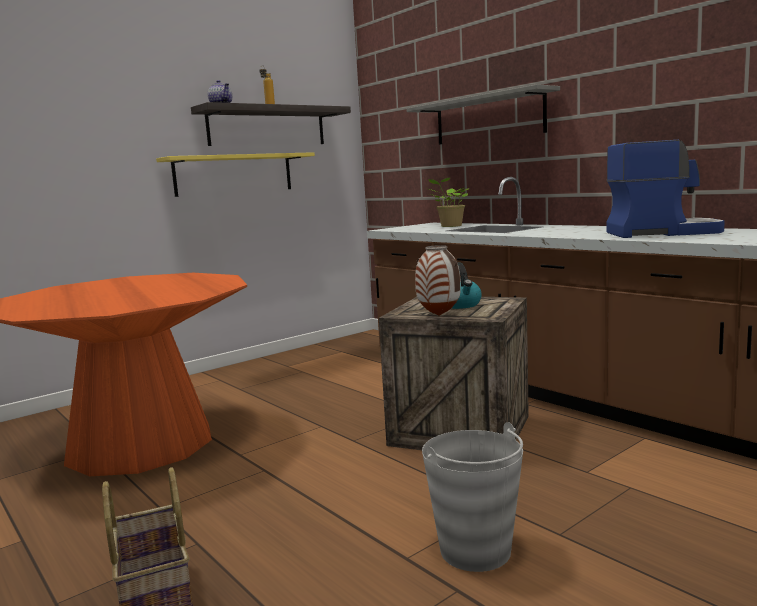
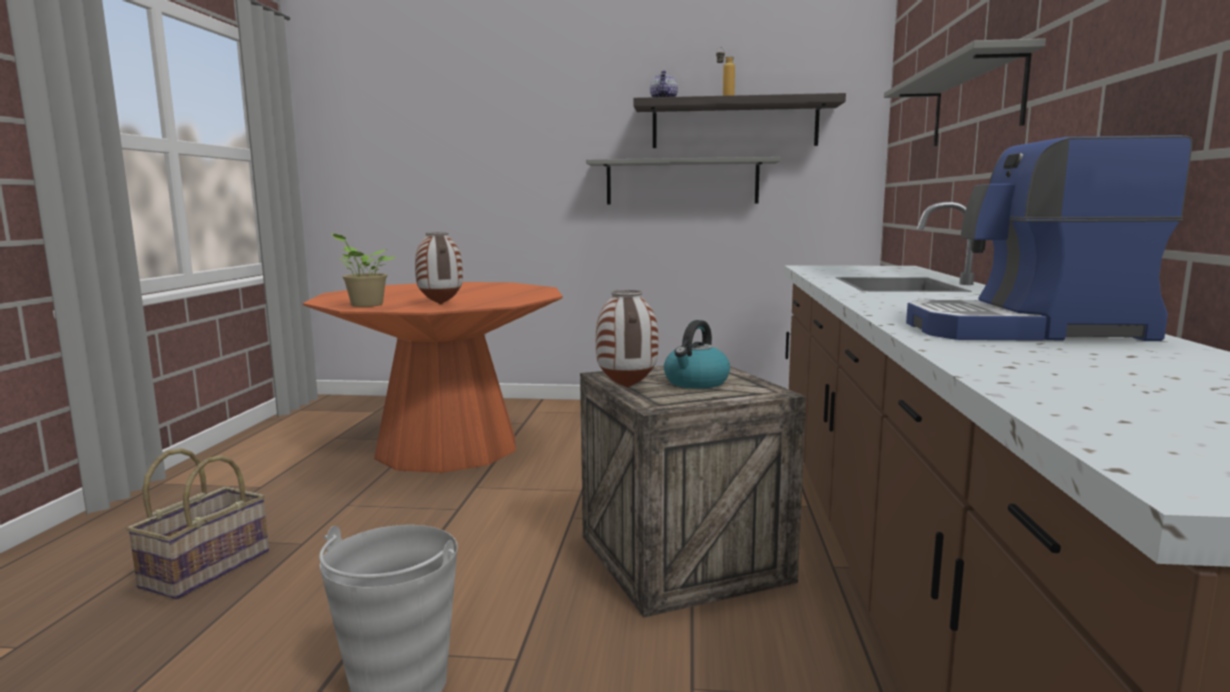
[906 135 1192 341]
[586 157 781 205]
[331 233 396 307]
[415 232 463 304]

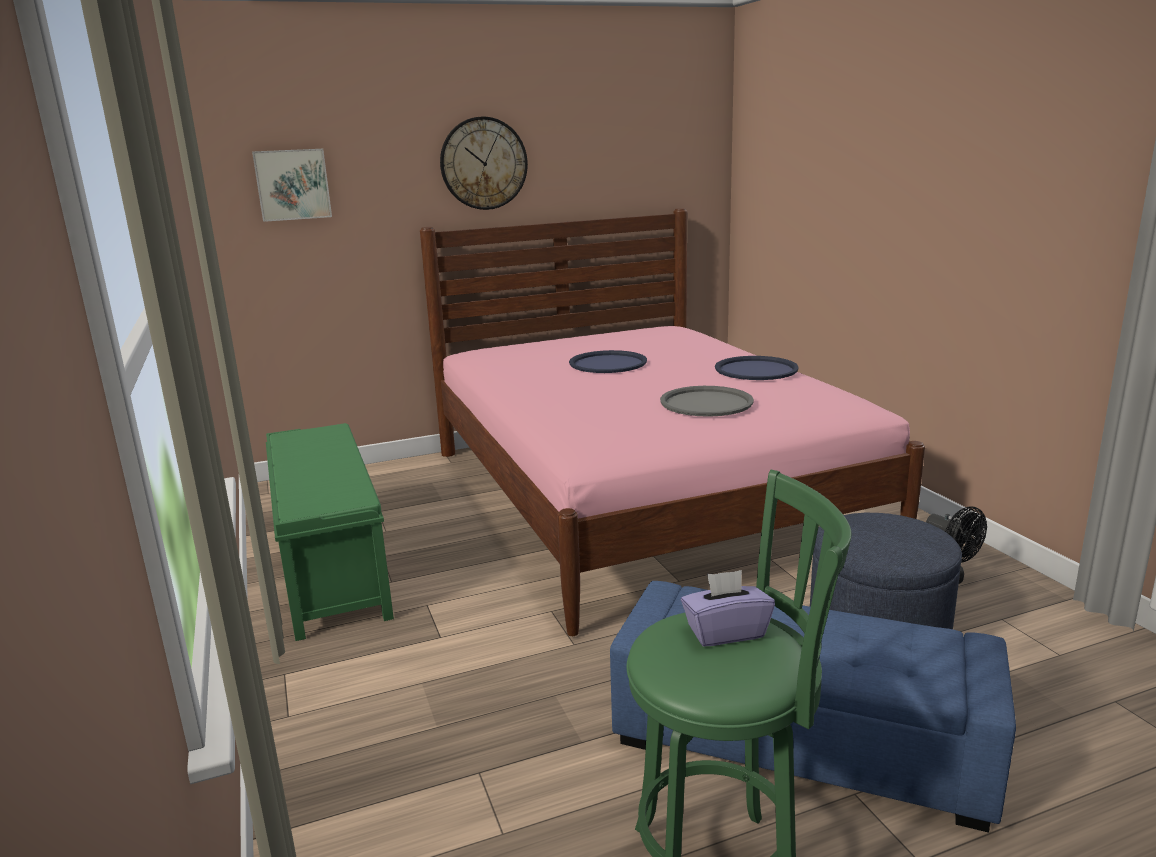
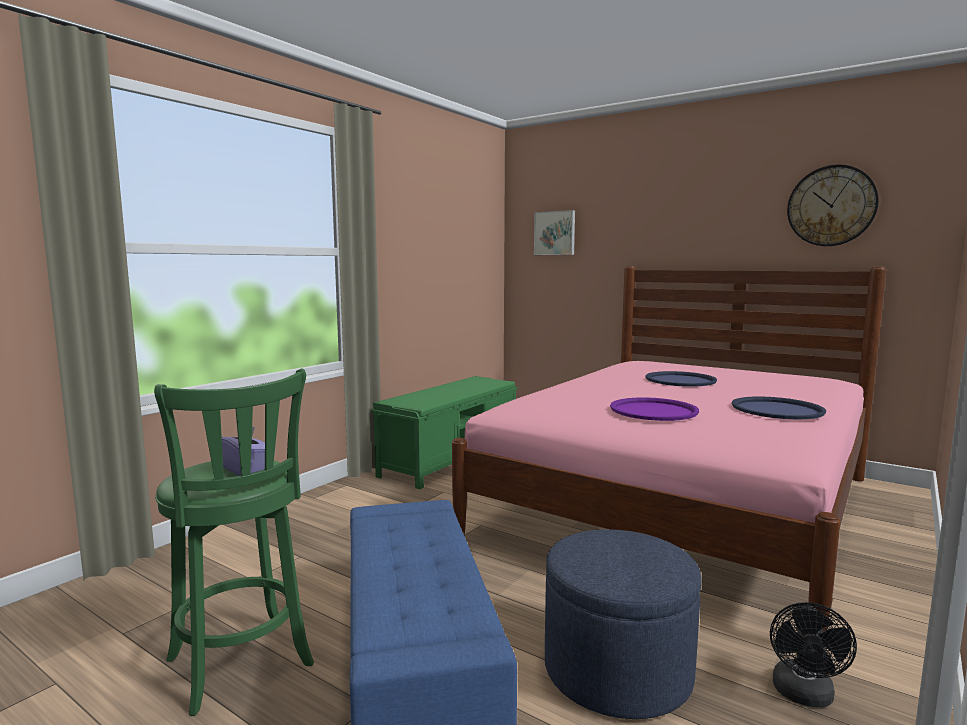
[787 164 879 246]
[610 397 699 421]

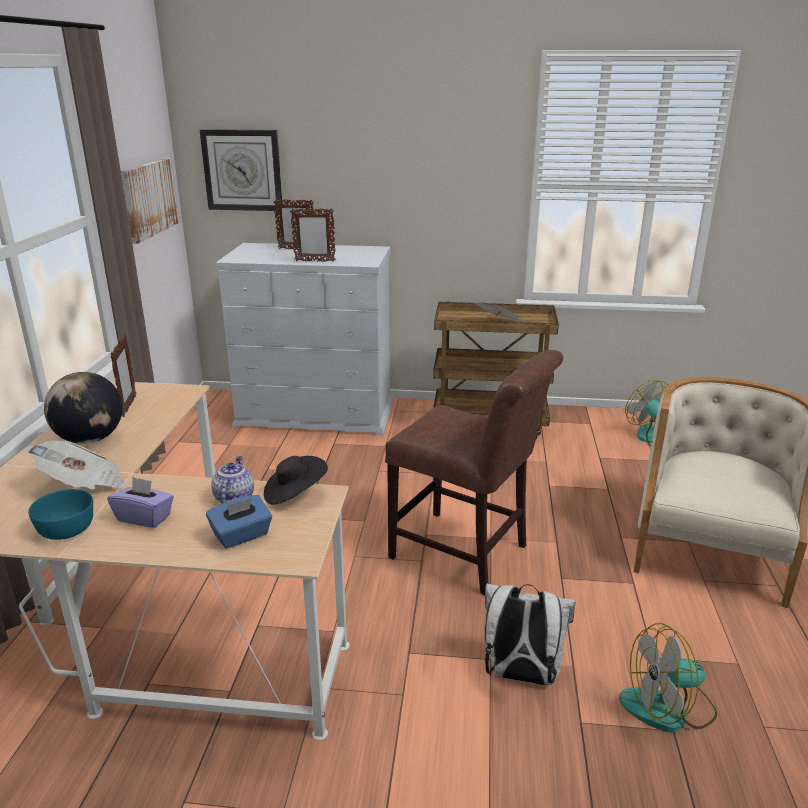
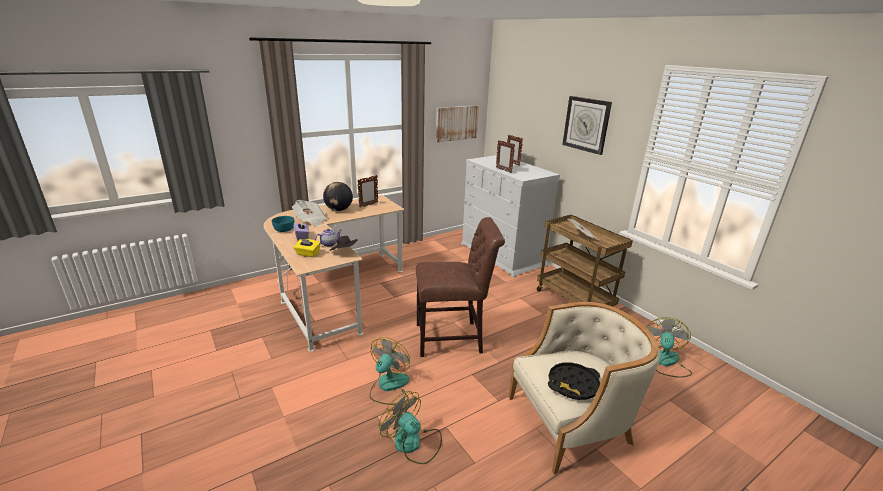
[562 96 612 155]
[416 217 505 357]
[294 238 320 257]
[370 337 410 405]
[548 362 600 400]

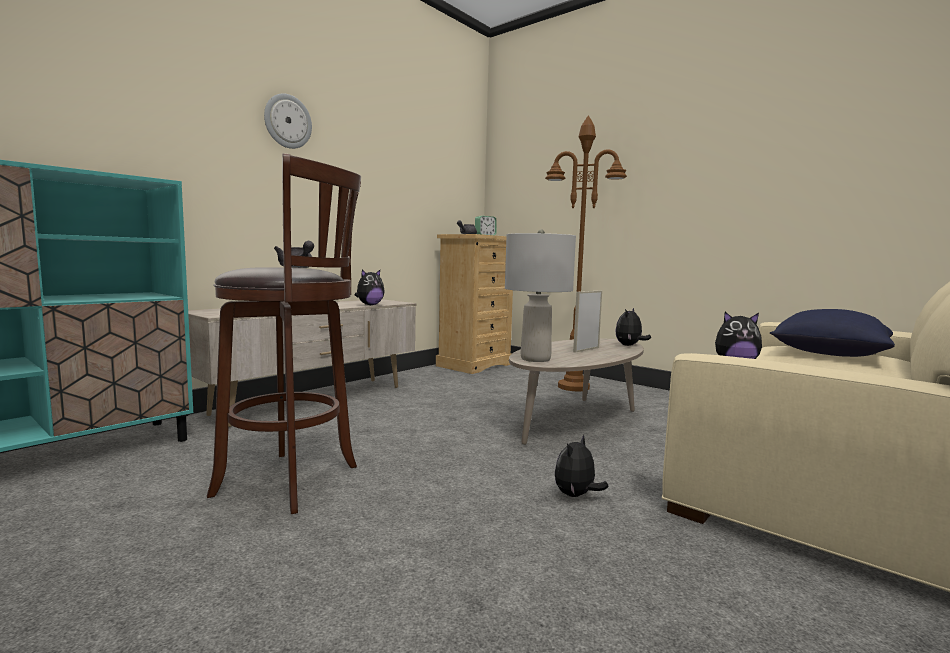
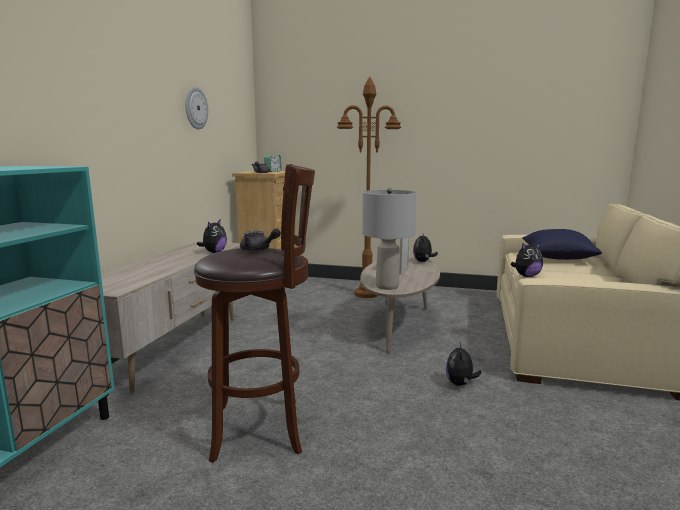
[185 87 208 129]

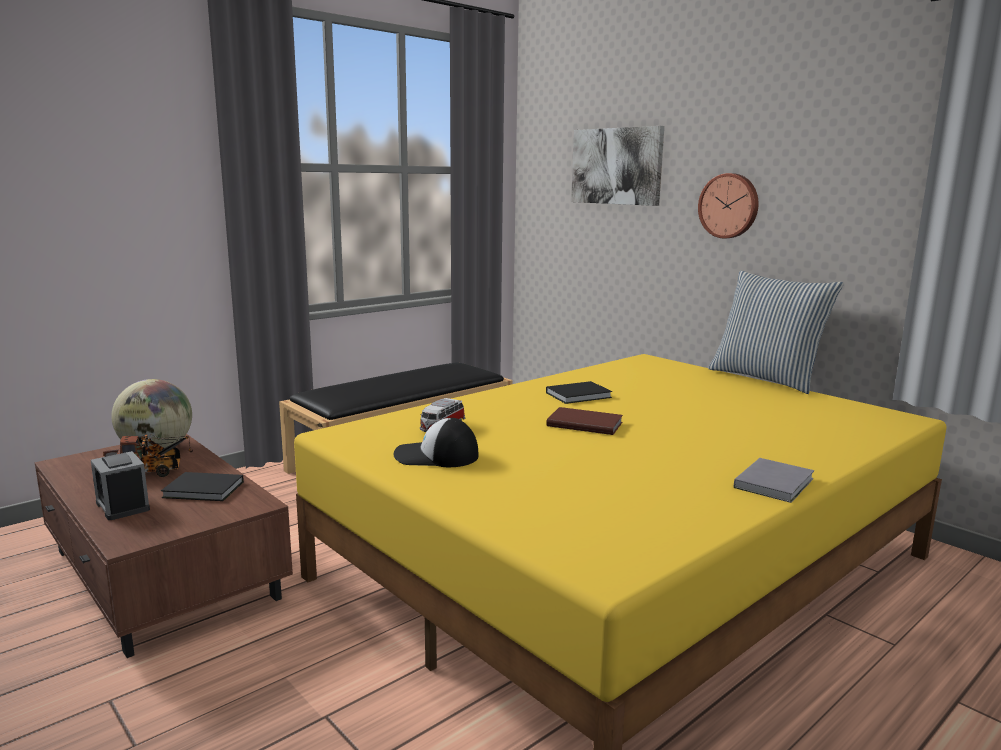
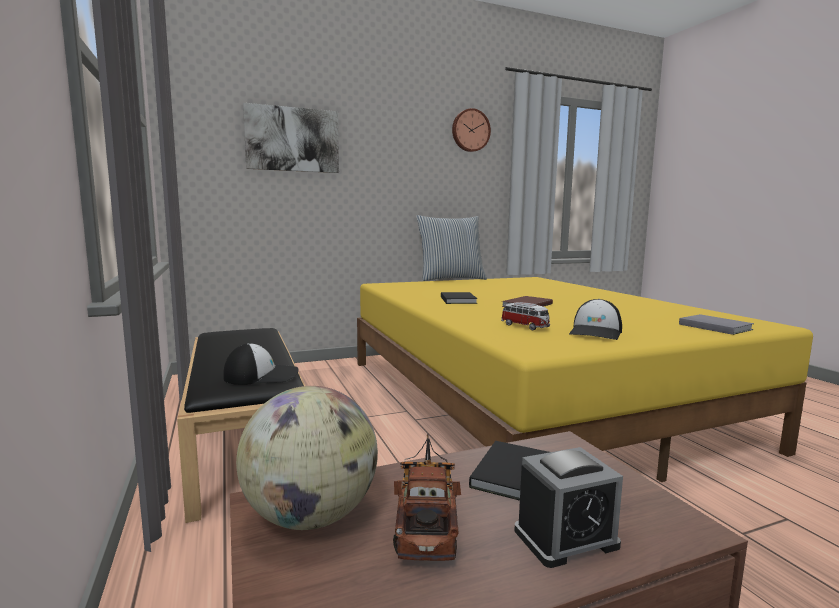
[452 108 491 152]
[679 314 754 335]
[223 343 298 385]

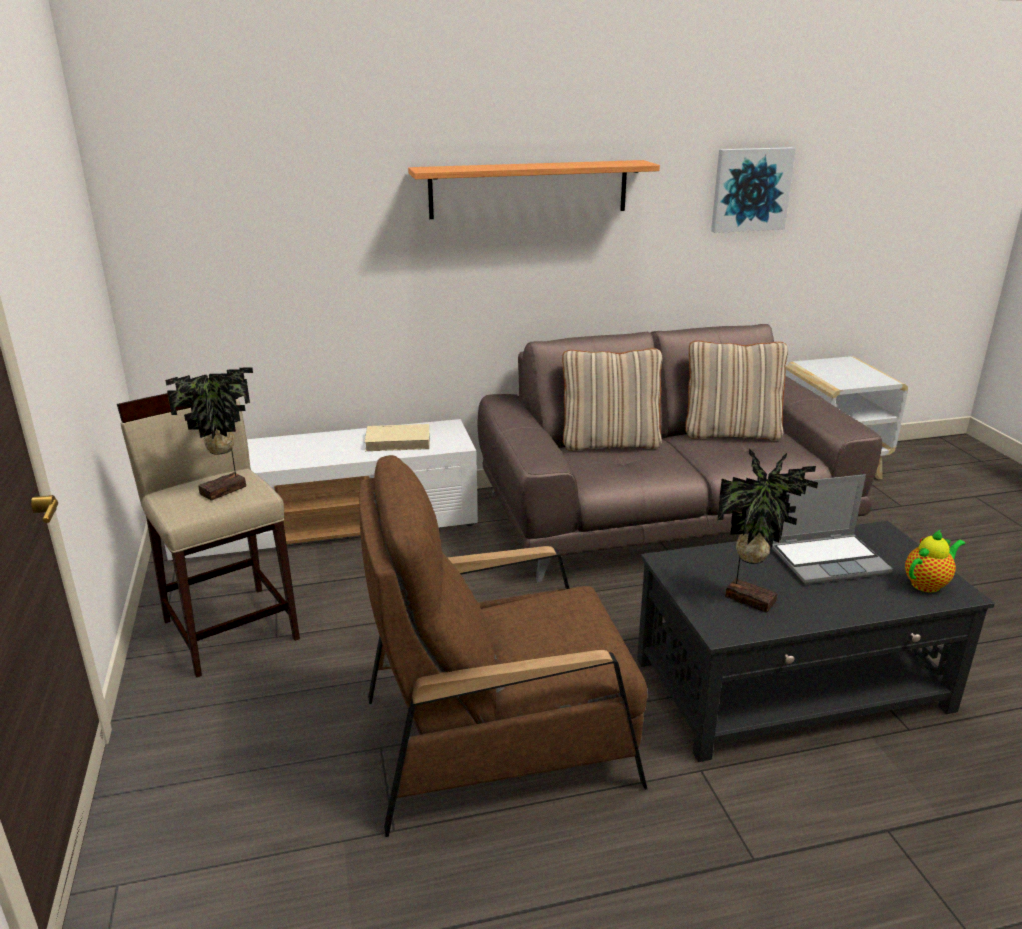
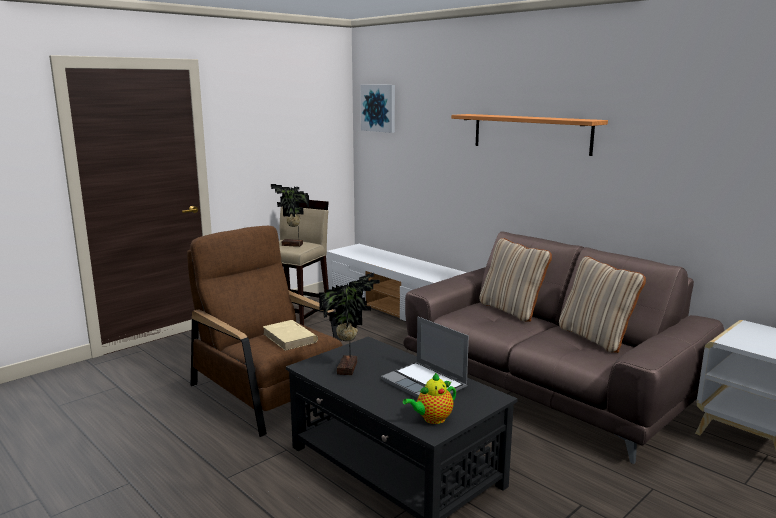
[361 85 395 133]
[263 320 318 351]
[403 373 456 424]

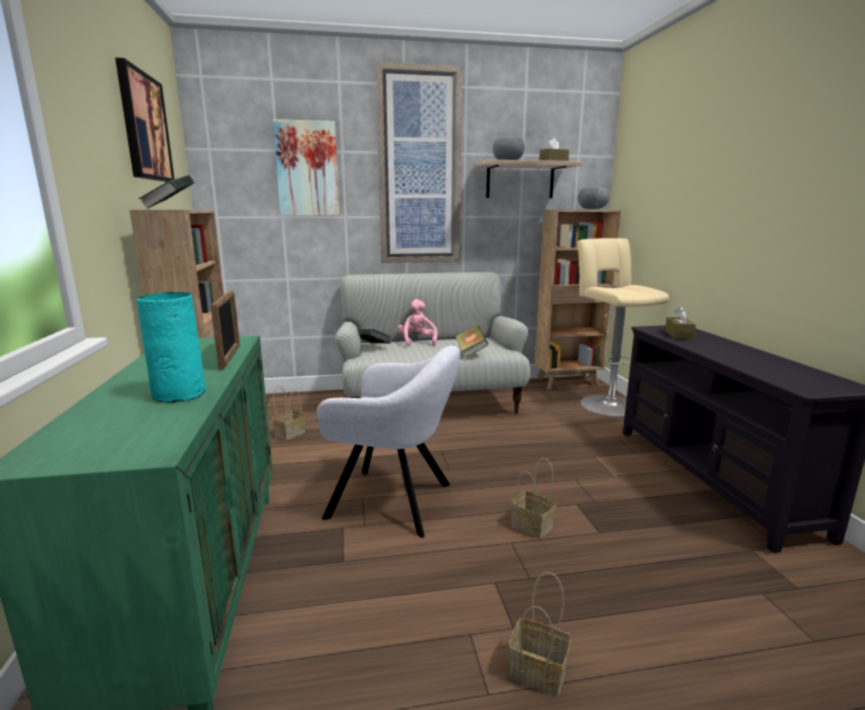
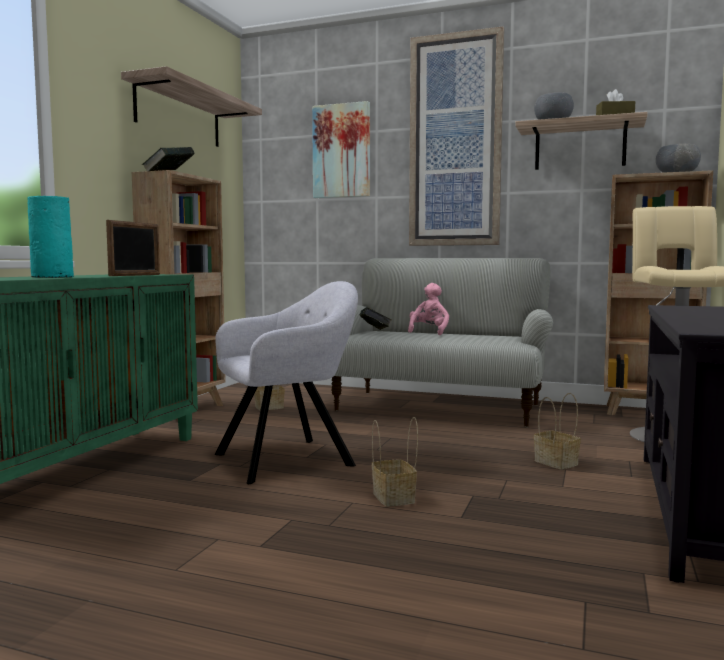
[121 66 262 147]
[665 306 696 339] (first image)
[455 325 489 358] (first image)
[215 281 358 484]
[534 393 581 470]

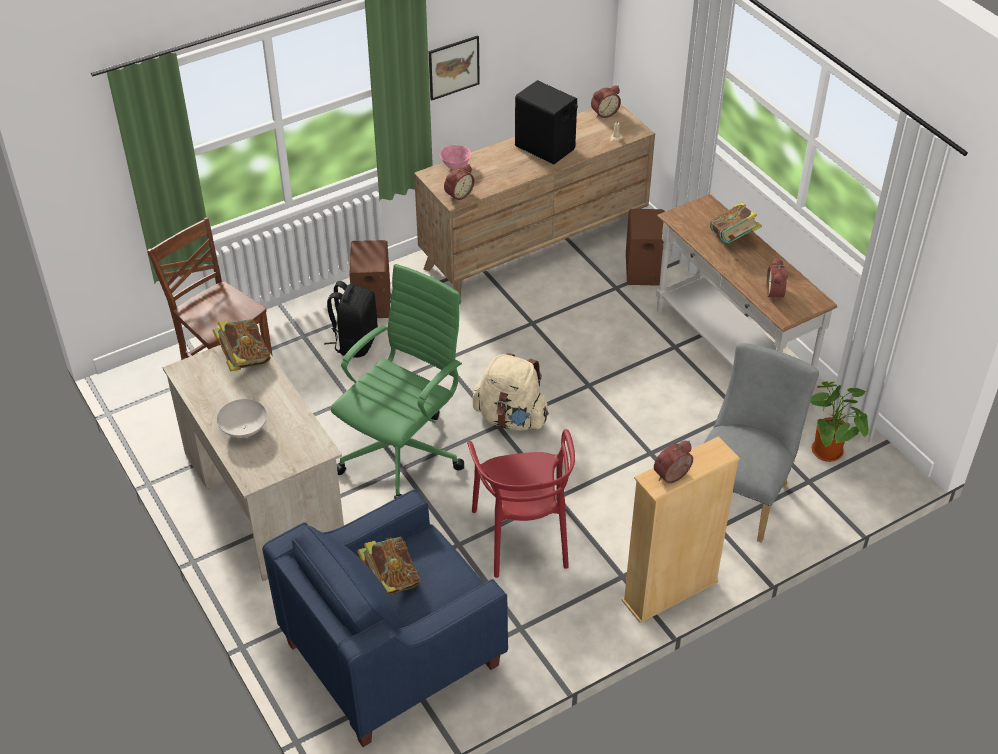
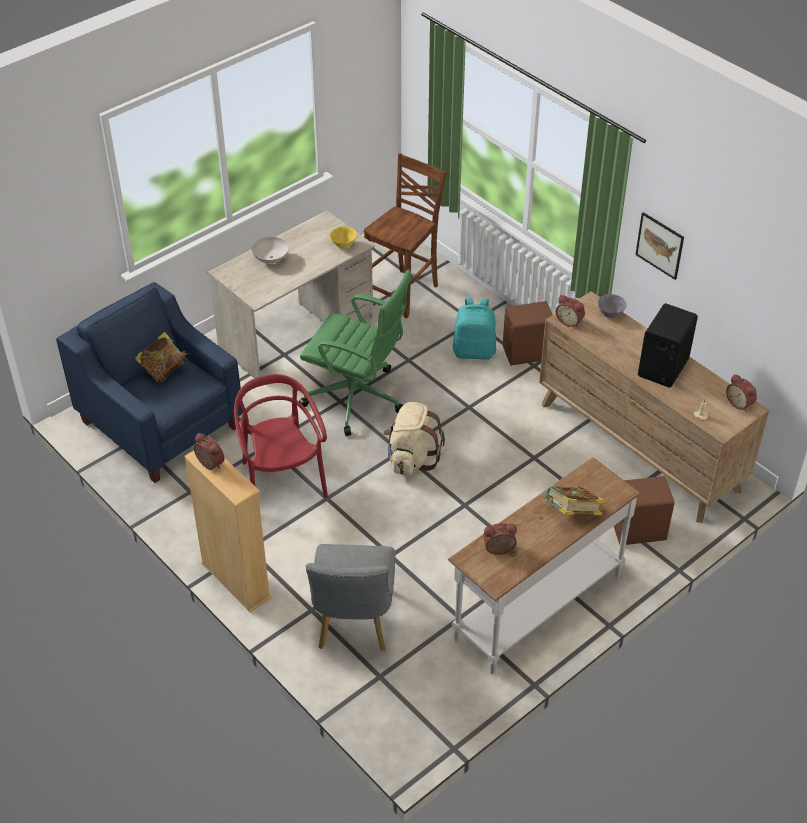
[598 294 626 318]
[453 298 496 360]
[330 227 357 249]
[306 544 395 651]
[810 381 869 462] (first image)
[234 374 328 498]

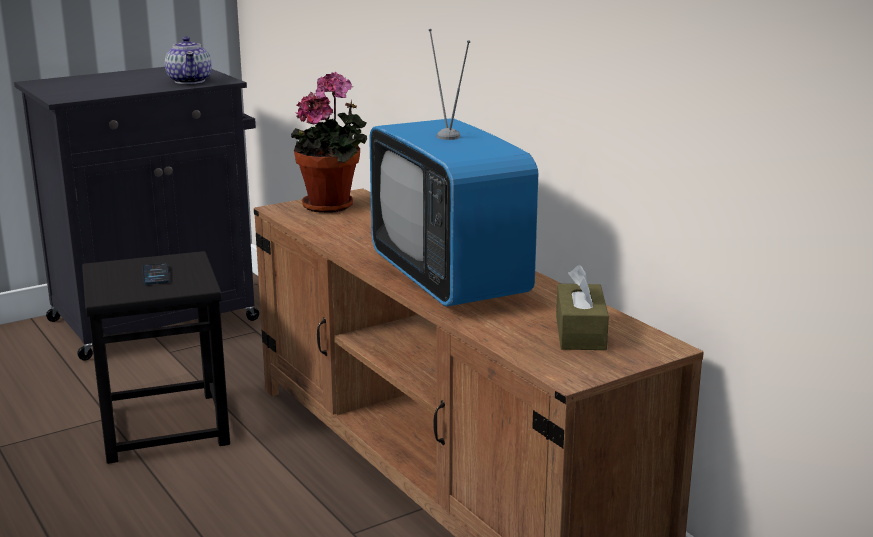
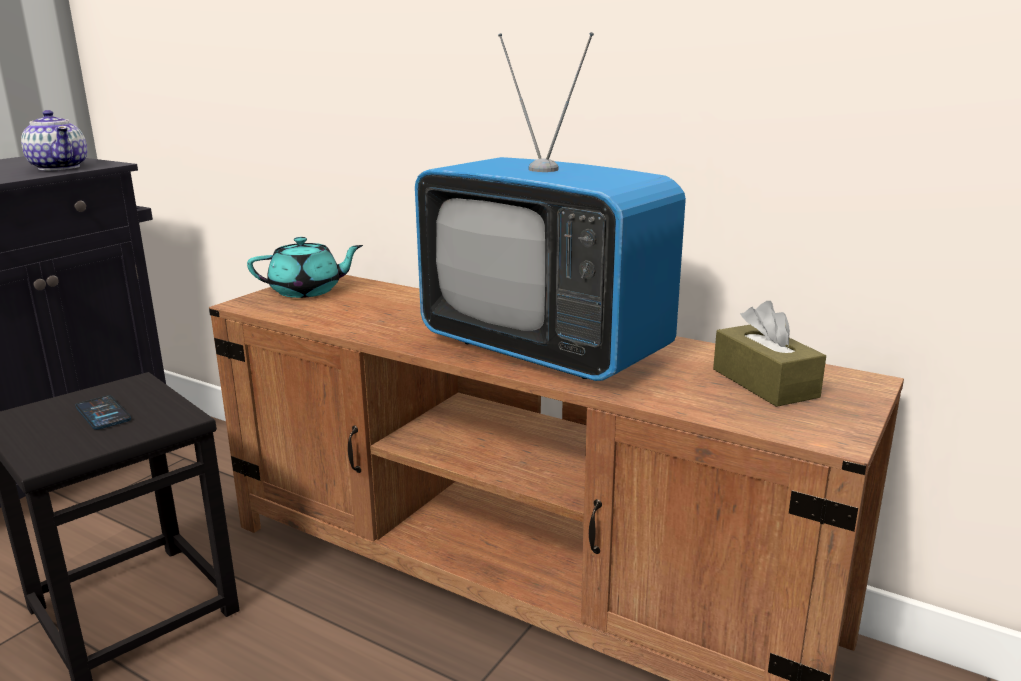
[247 237 363 298]

